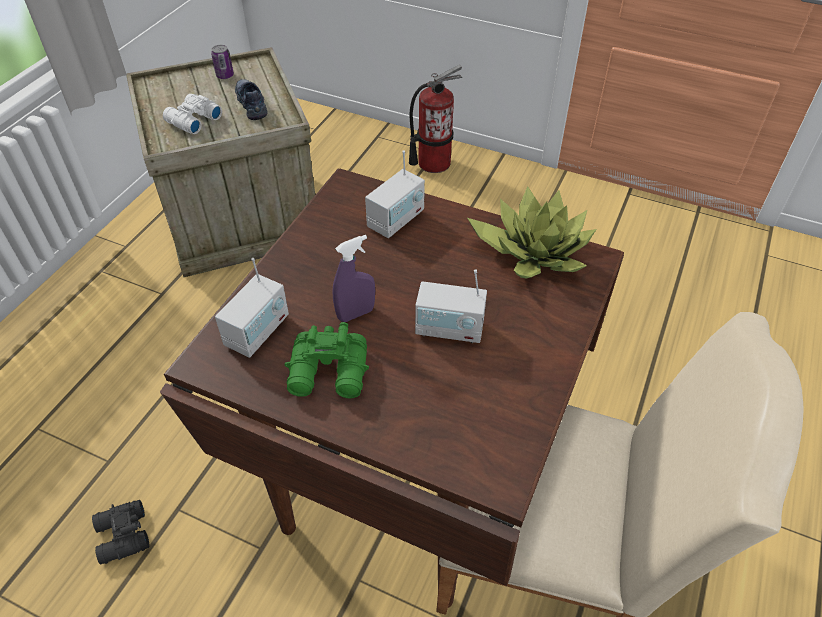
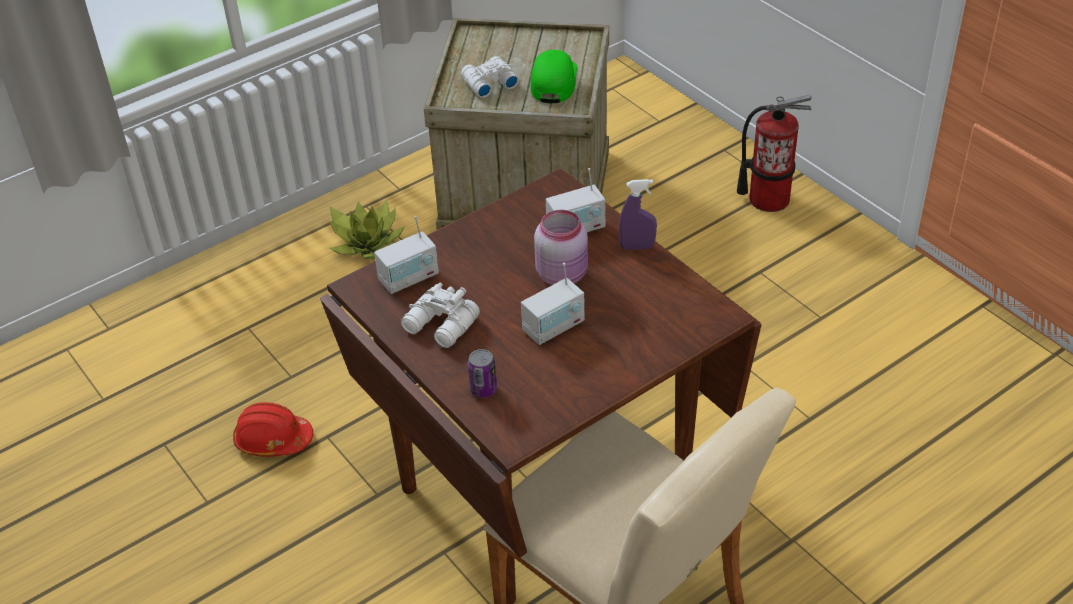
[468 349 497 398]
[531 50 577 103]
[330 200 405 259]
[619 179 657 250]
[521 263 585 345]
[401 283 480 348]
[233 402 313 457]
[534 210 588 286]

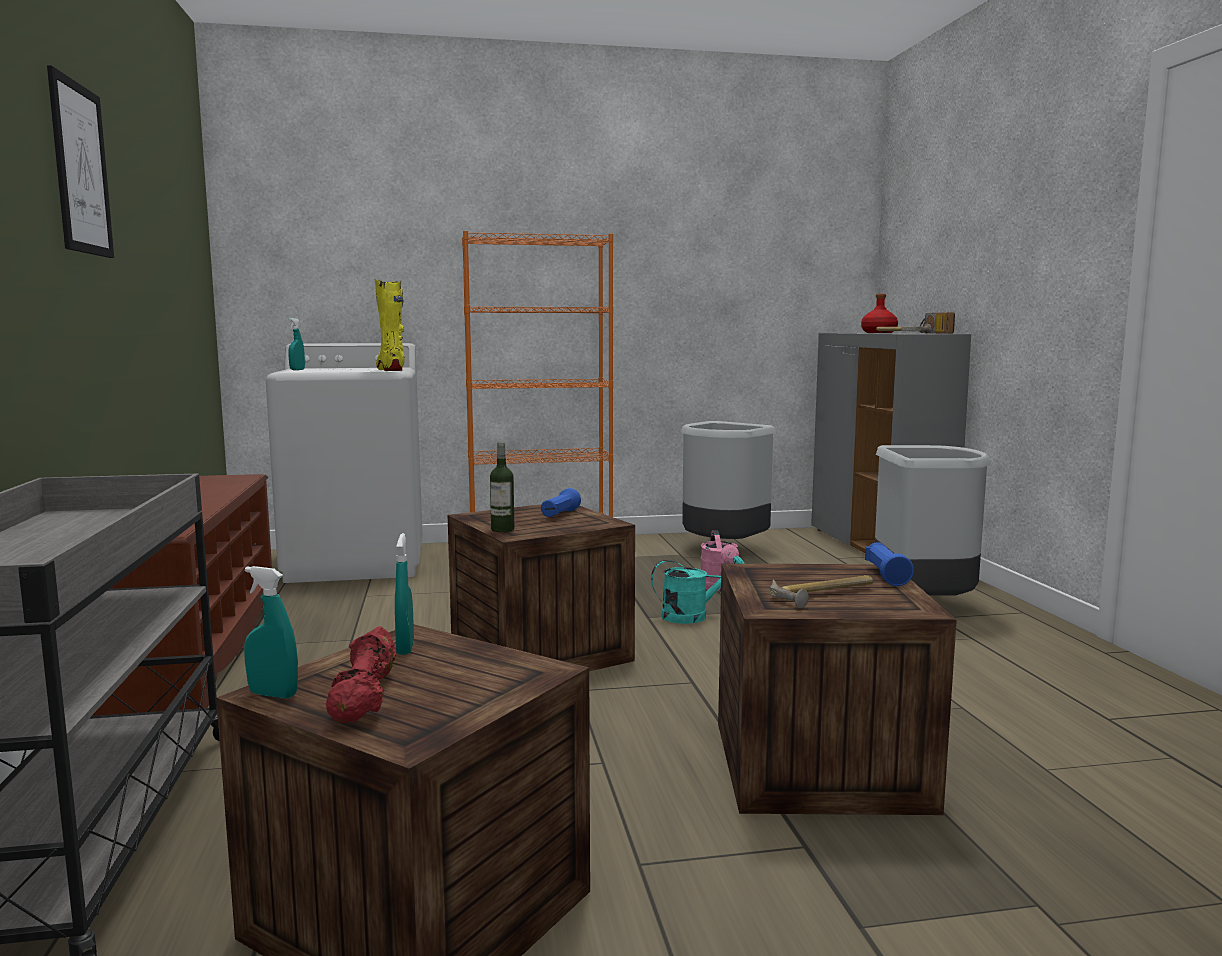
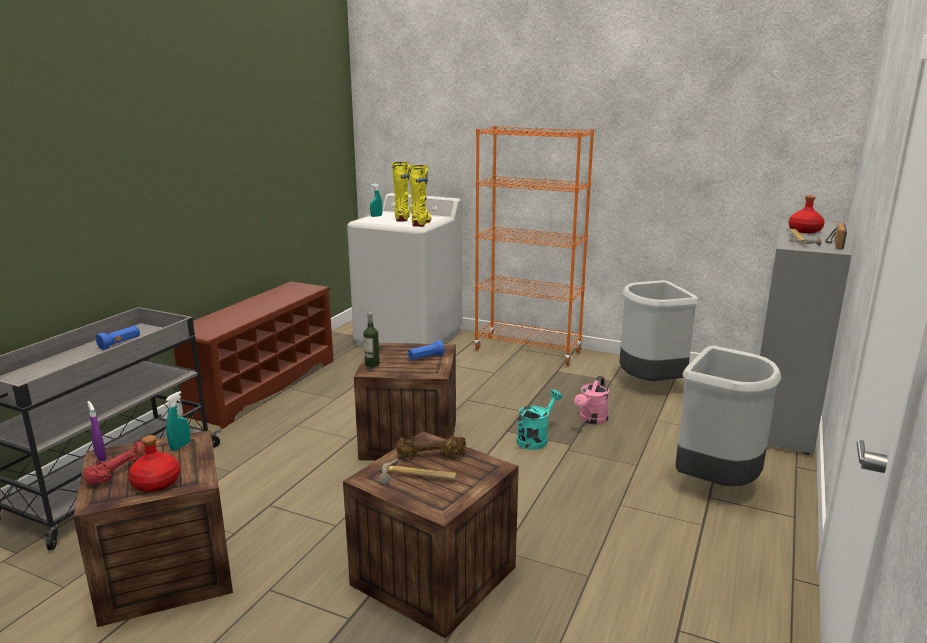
[47 65 114 258] (first image)
[96 325 140 350]
[517 390 562 450]
[87 401 107 461]
[392 162 410 221]
[128 435 181 492]
[396 436 466 458]

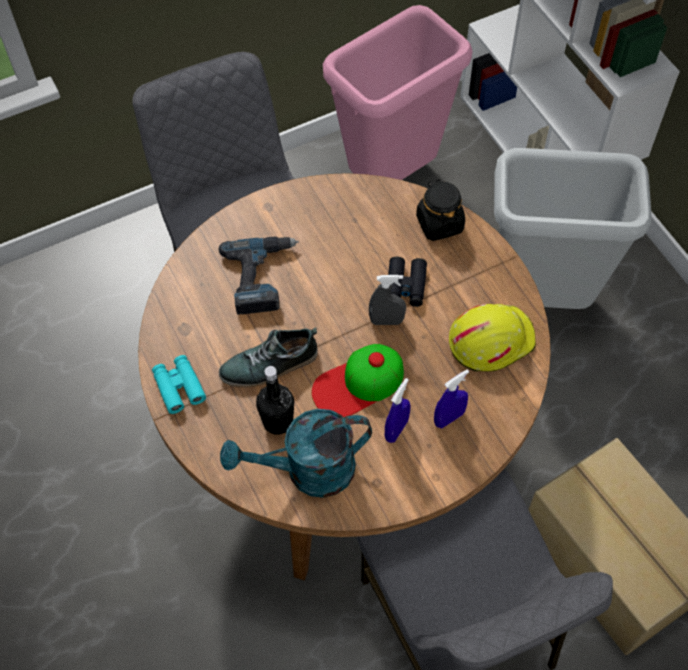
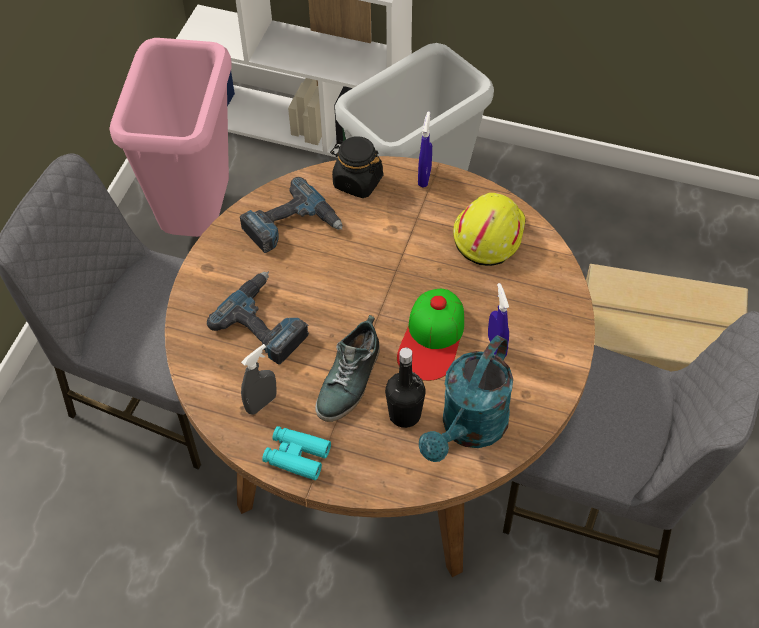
[388 257 427 307] (first image)
[241 344 277 415]
[418 111 432 187]
[240 177 343 253]

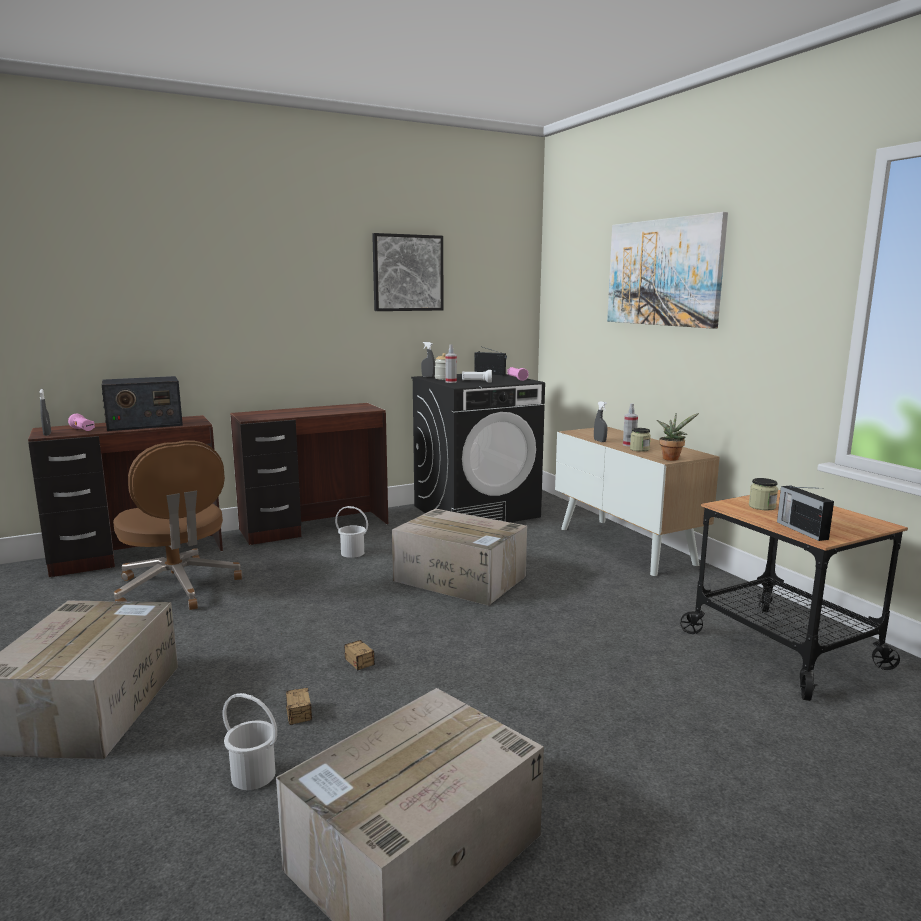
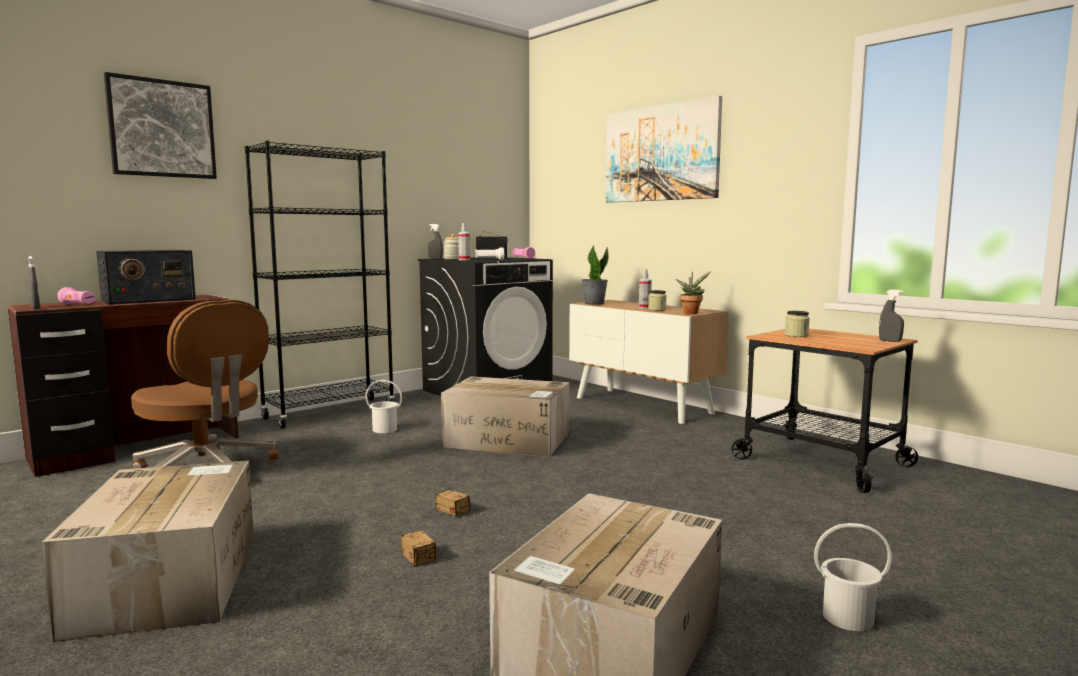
[104 72 217 179]
[879 289 904 342]
[245 141 395 428]
[777 485 834 541] (first image)
[814 523 892 631]
[582 246 609 305]

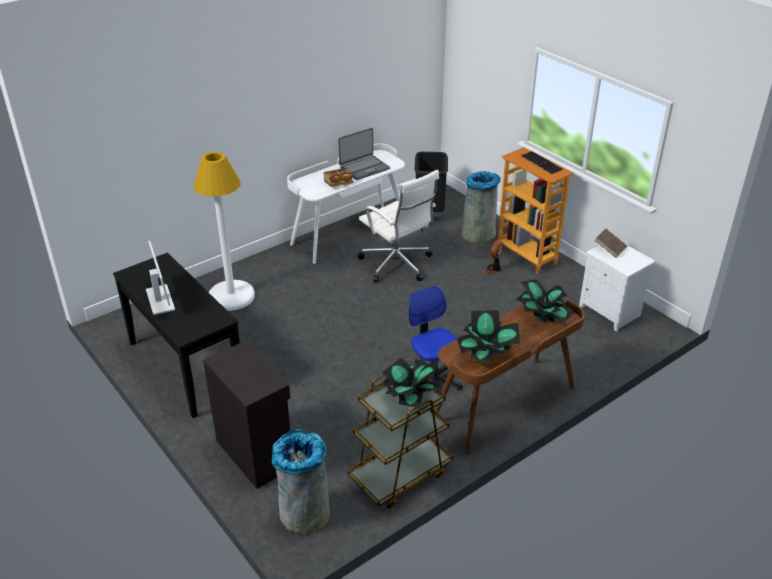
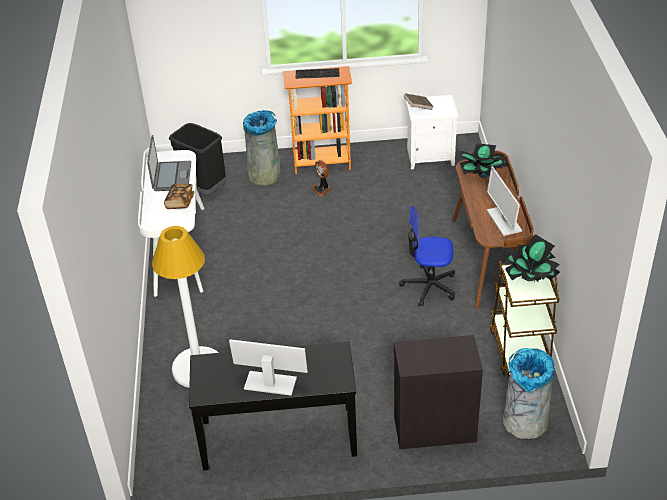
[358 170 439 282] (first image)
[487 166 522 236]

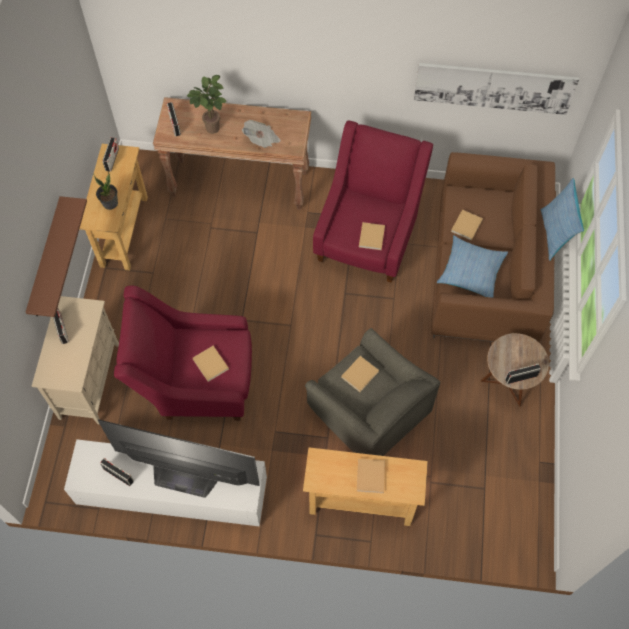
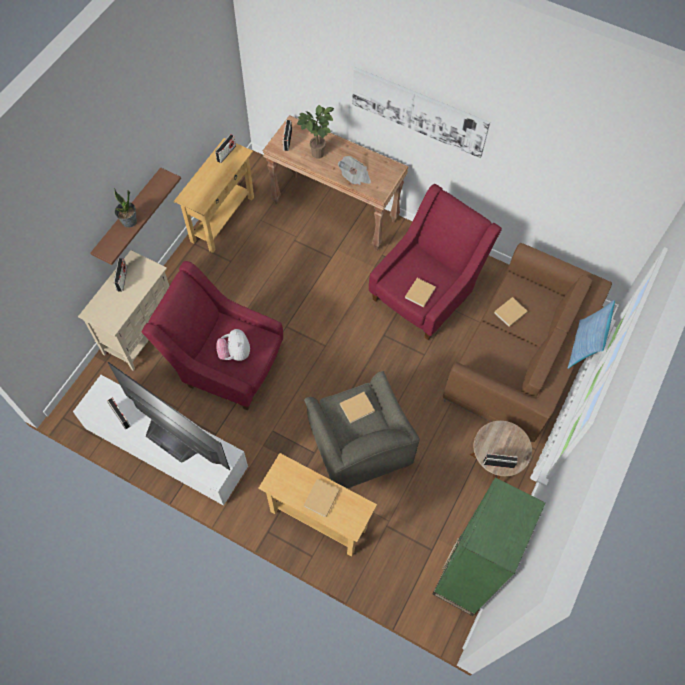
[352 67 490 158]
[114 188 137 228]
[437 235 508 298] (first image)
[216 329 250 361]
[433 477 545 616]

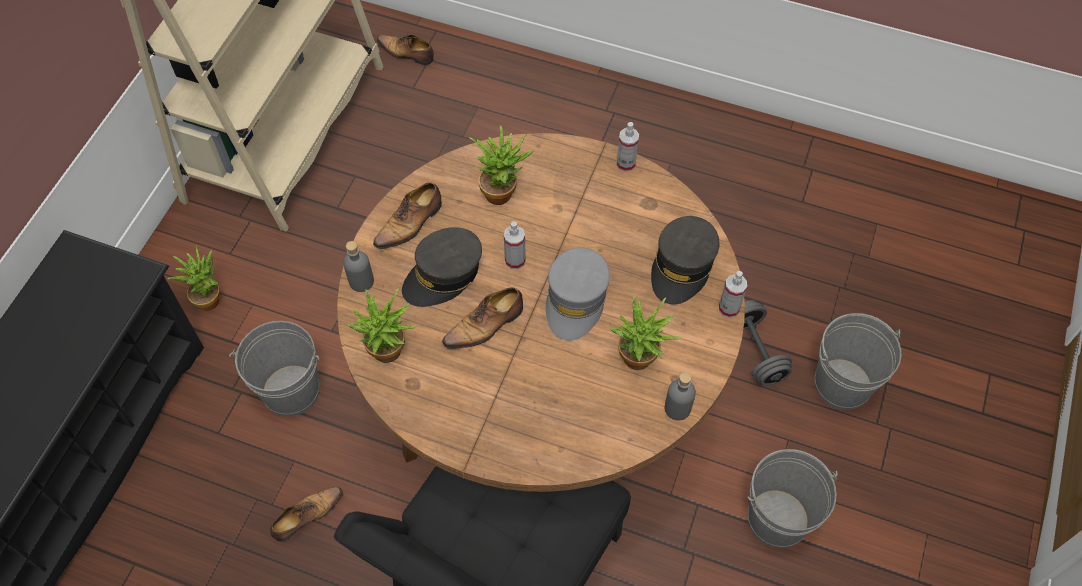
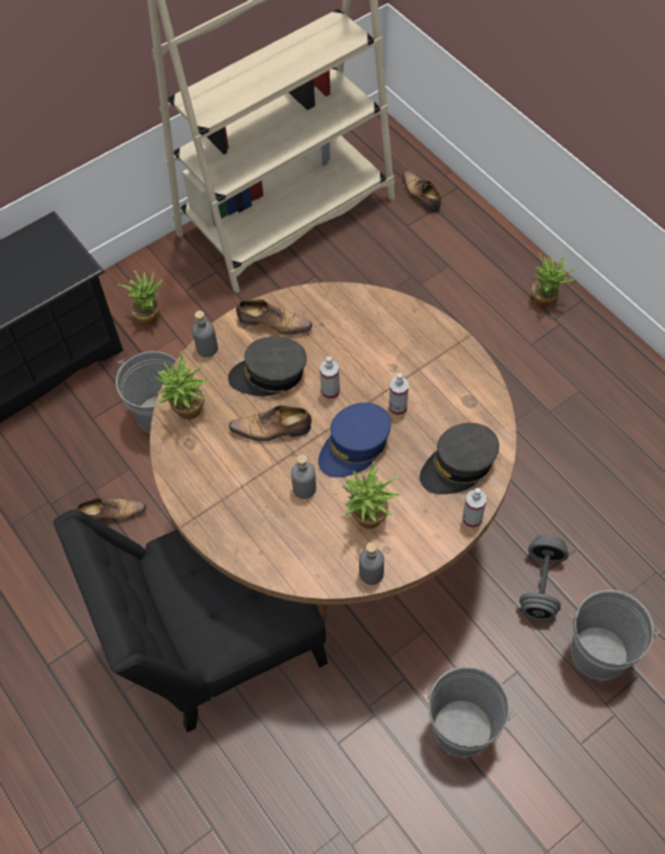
[389 373 409 416]
[532 253 578 308]
[236 299 312 335]
[318 403 391 477]
[291 454 316 499]

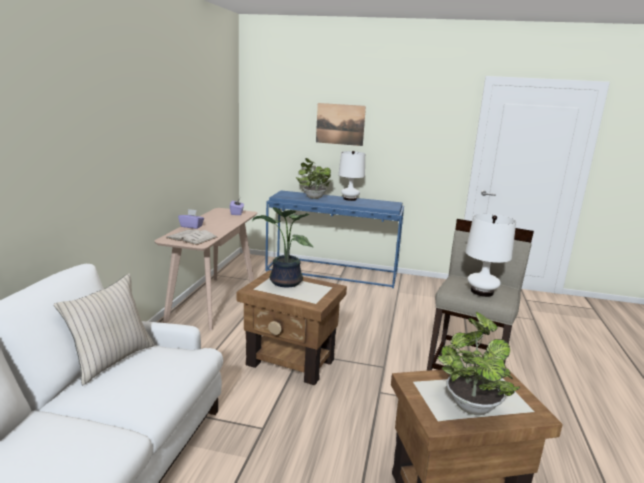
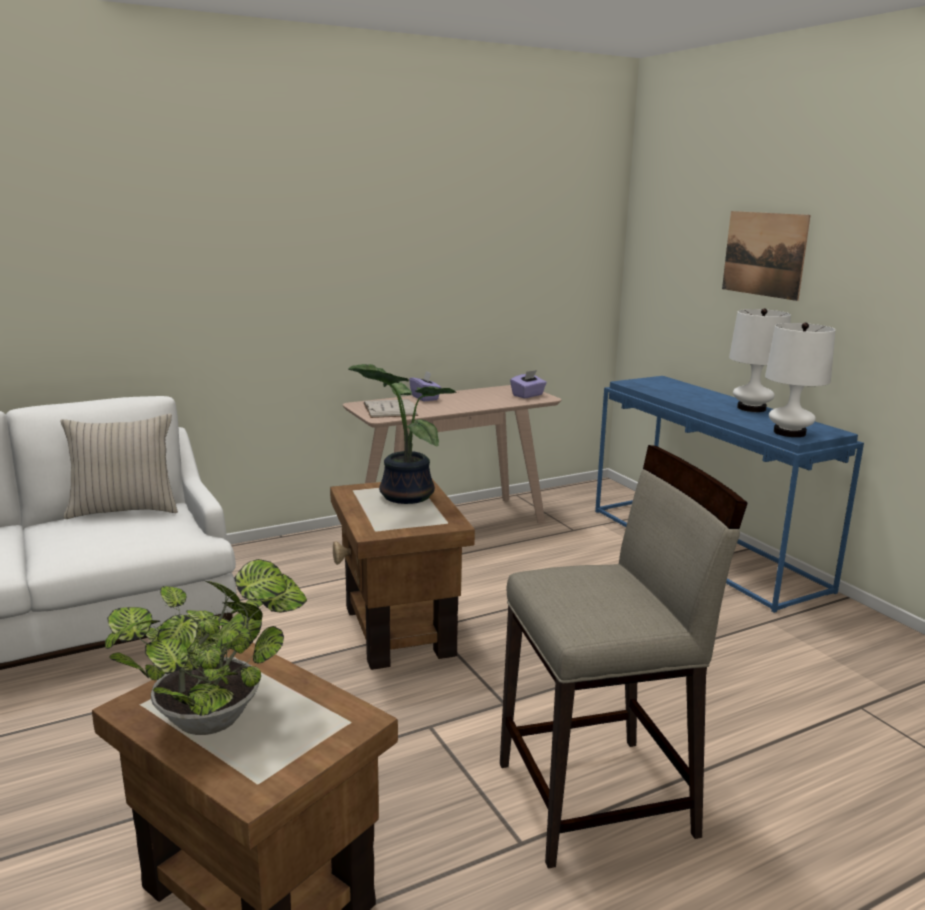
[296 158 333 199] (first image)
[765 323 835 437]

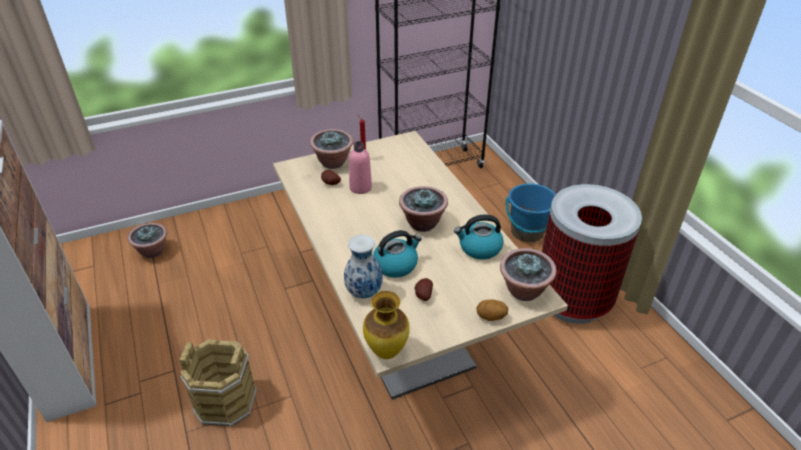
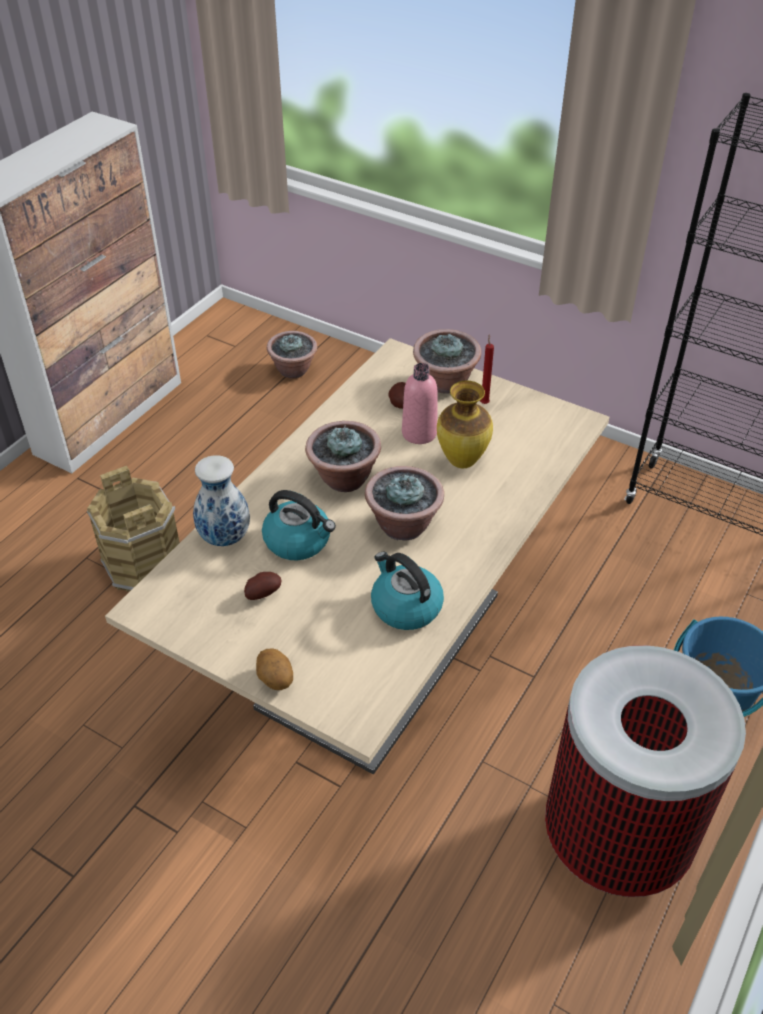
[305 421 381 492]
[437 381 493 468]

